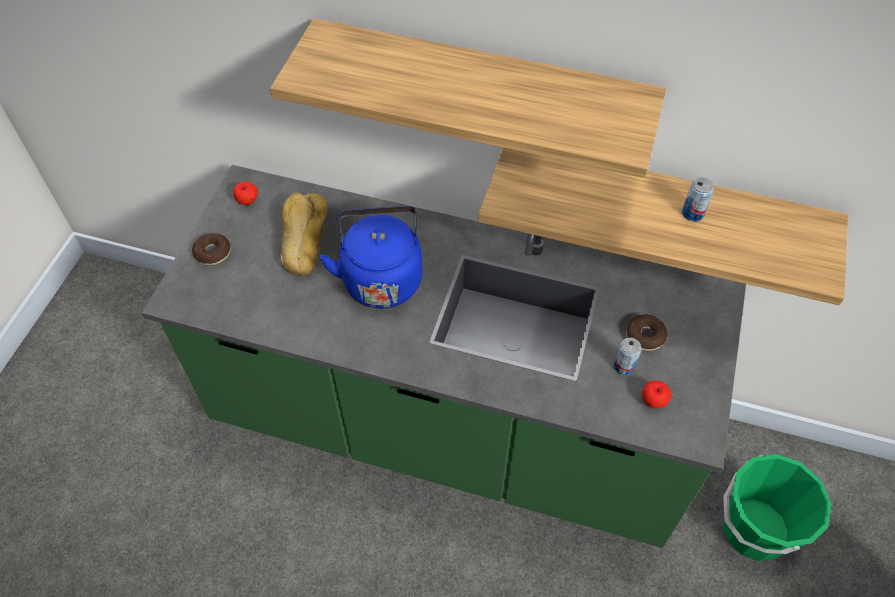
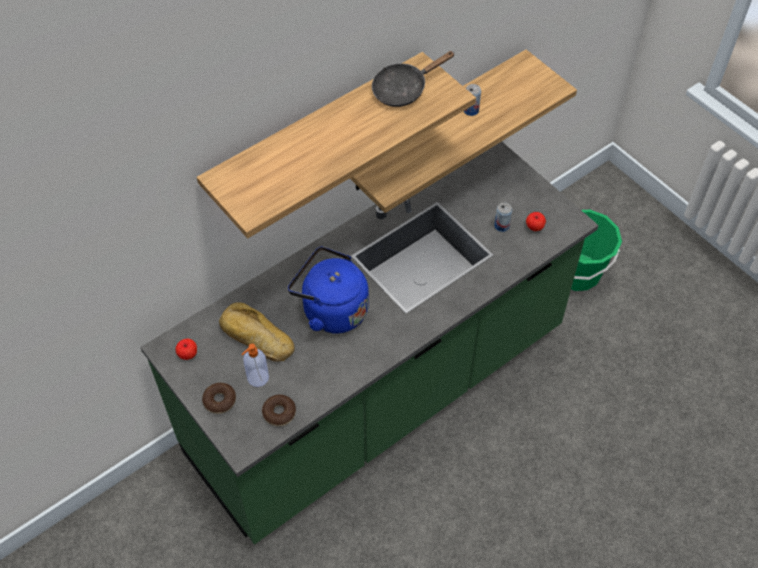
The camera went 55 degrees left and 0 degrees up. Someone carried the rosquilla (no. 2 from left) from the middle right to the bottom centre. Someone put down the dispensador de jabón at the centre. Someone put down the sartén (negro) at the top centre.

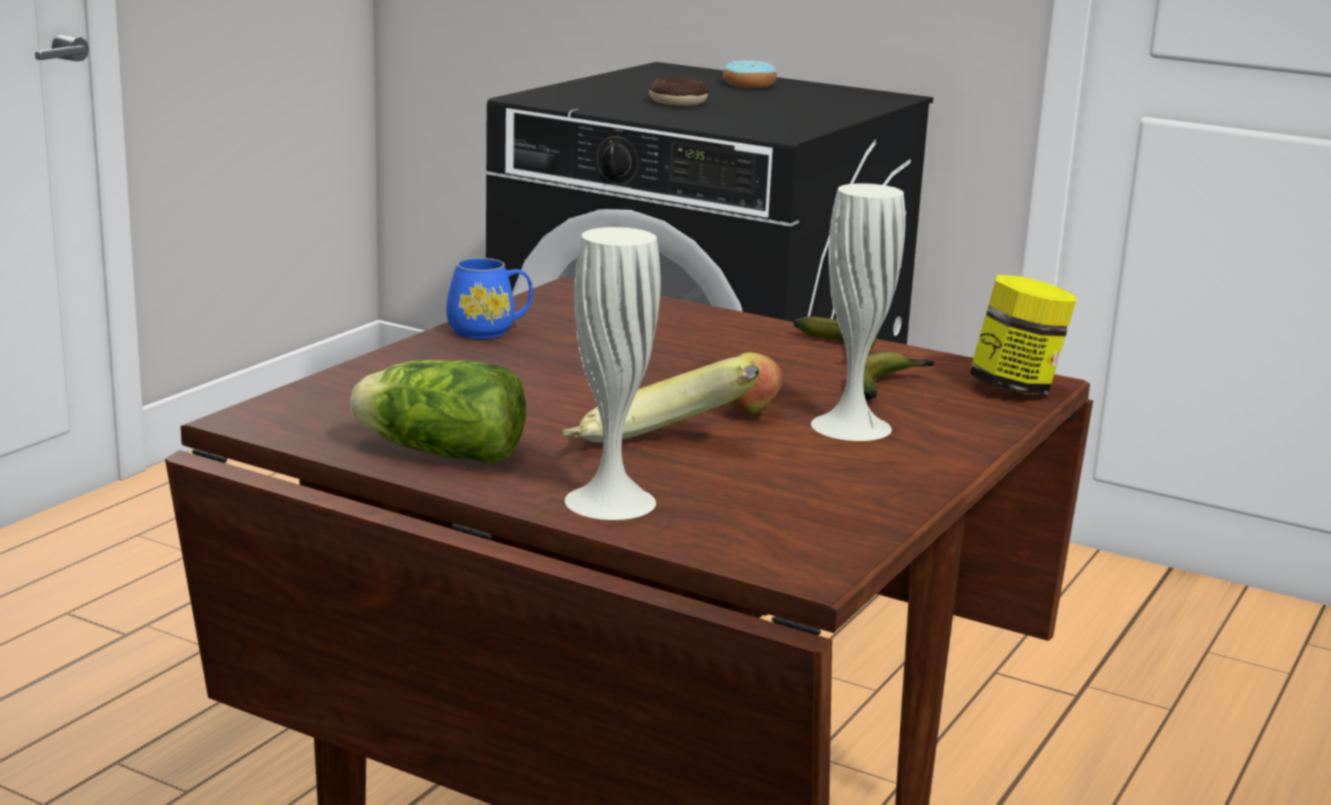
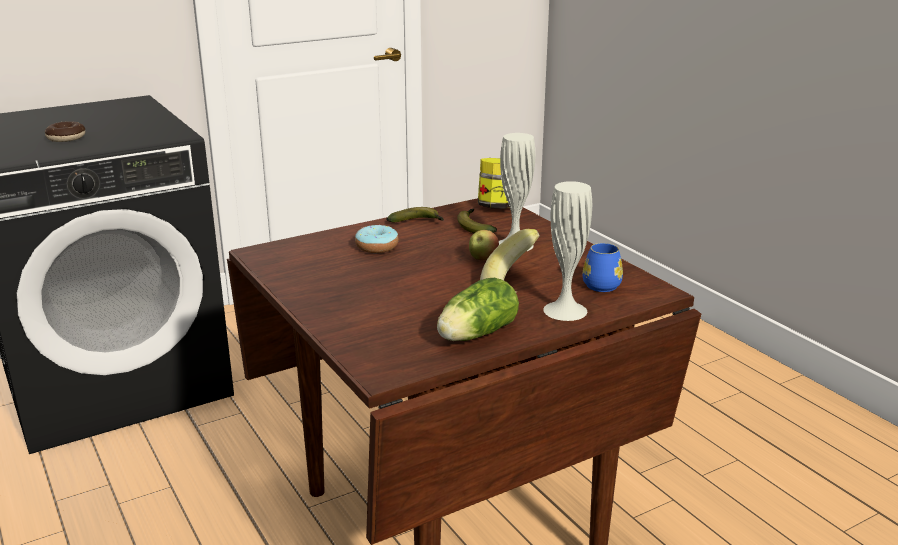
The camera went 60 degrees left and 5 degrees up. Someone carried the taza grande (azul) from the centre to the middle right. Someone carried the rosquilla (no. 2 from left) from the top centre to the centre.

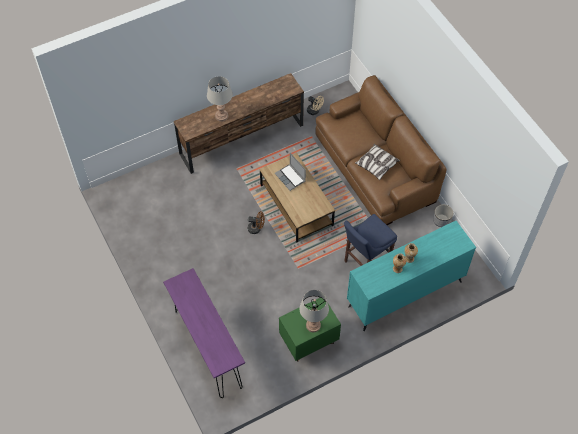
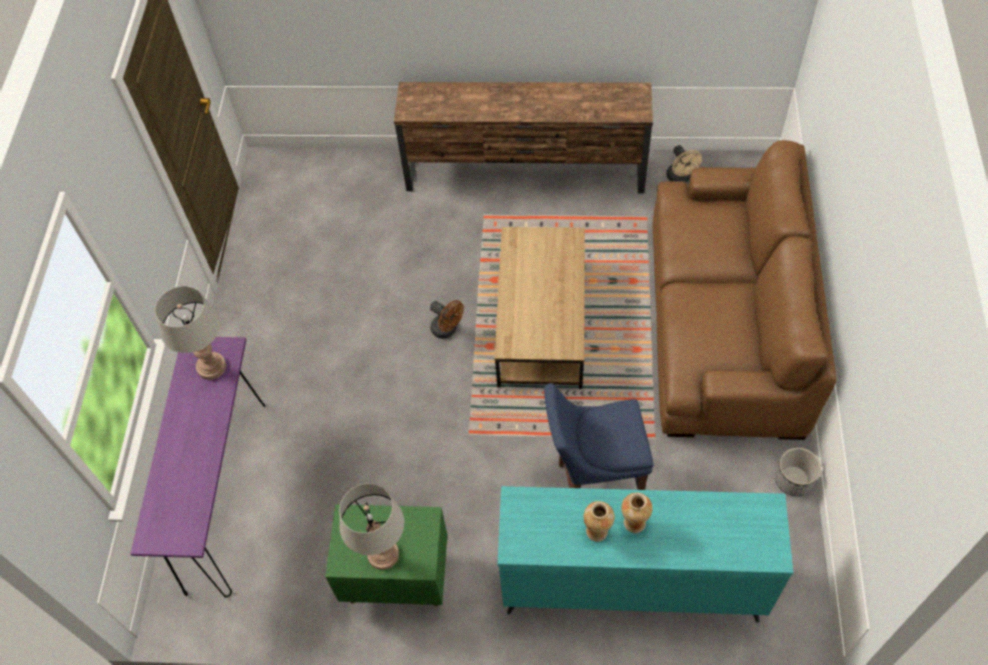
The camera went 35 degrees right and 0 degrees up. Someone carried the lámpara de mesa (gris) (no. 1 from left) from the top centre to the middle left. Someone took away the portátil at the centre. Someone took away the cojín at the centre.

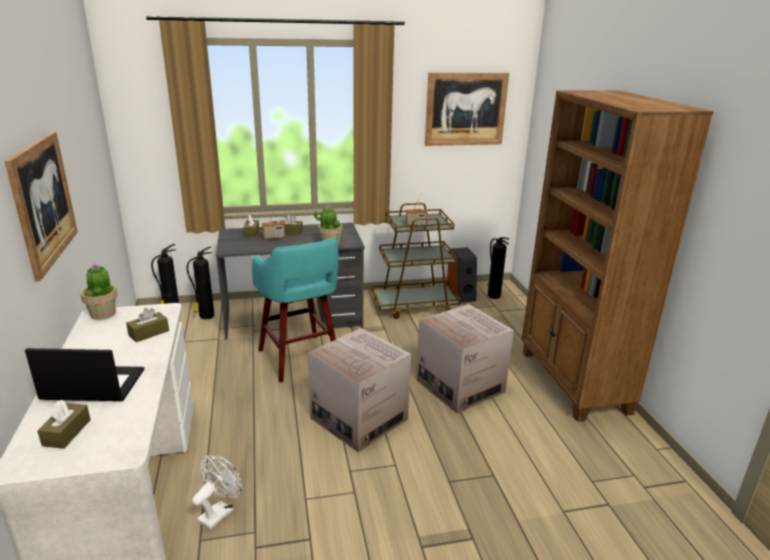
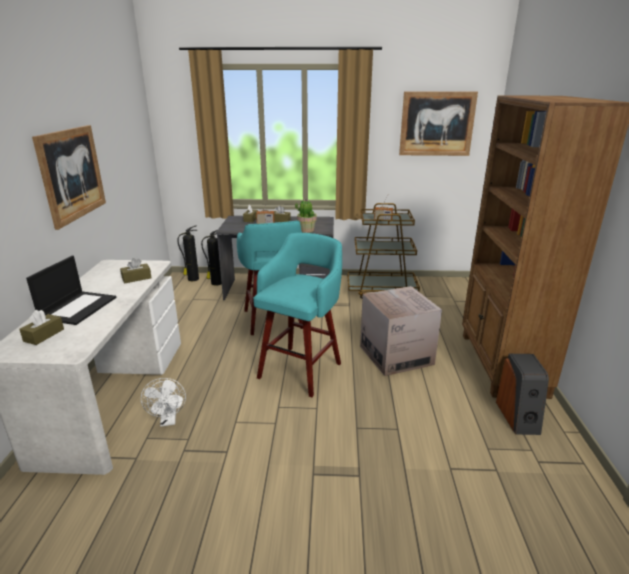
The camera went 15 degrees right and 0 degrees up. Someone rotated the portátil at the bottom left by 90 degrees clockwise. Someone took away the planta en maceta (no. 1 from left) at the middle left. Someone rotated the ventilador (blanco) at the bottom left by 120 degrees clockwise. Someone swapped the caja de cartón (no. 1 from left) at the bottom centre for the taburete (turquesa) (no. 2 from left) at the centre. Someone carried the altavoz from the centre to the bottom right. Someone took away the extintor (no. 3 from left) at the centre.

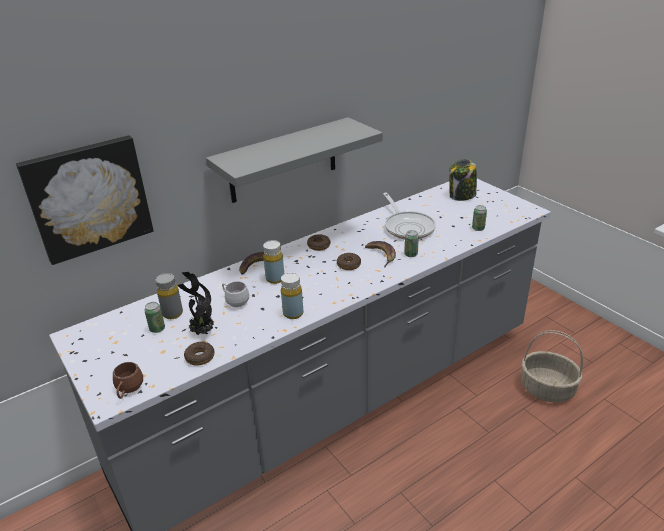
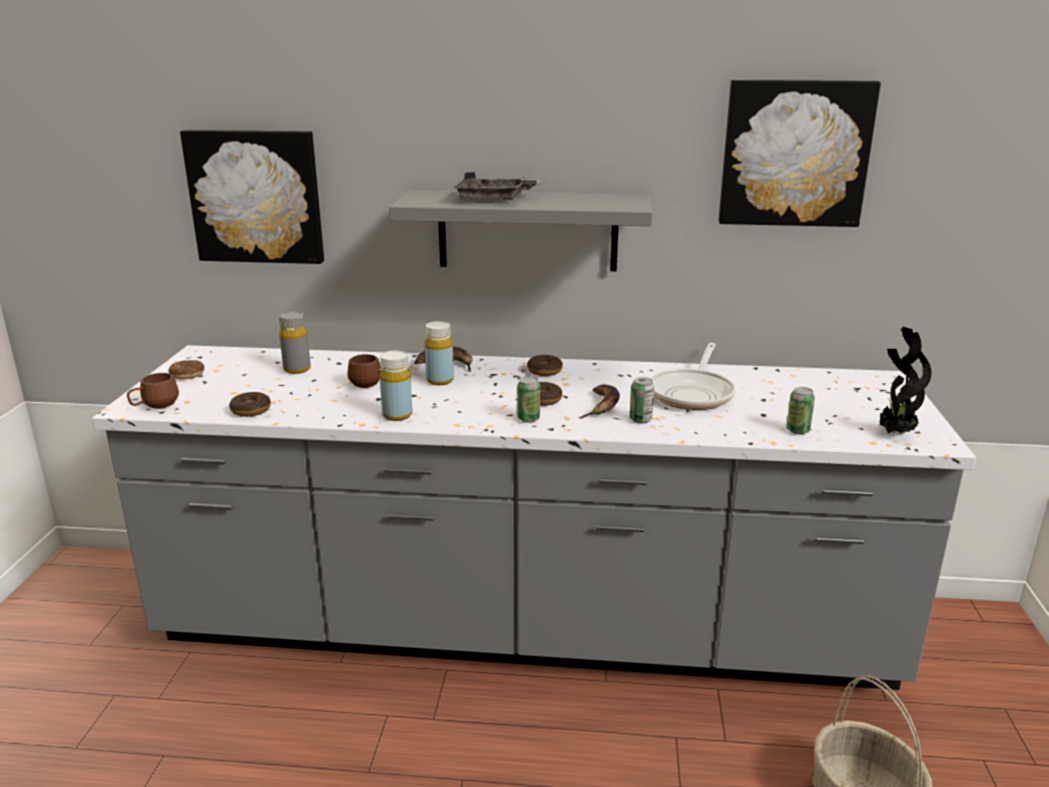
The camera went 40 degrees right and 10 degrees down. Someone carried the lata (no. 1 from left) from the middle left to the centre. Someone carried the planta en maceta from the middle left to the middle right. Someone repainted the taza grande (blanco) at the centre, which became the taza grande (marrón) (no. 2 from left) at the centre. Someone took away the tarro at the middle right. Someone put down the rosquilla (no. 1 from left) at the middle left. Someone put down the bandeja (gris) at the top centre. Someone put up the cuadro (no. 2 from left) at the top right.

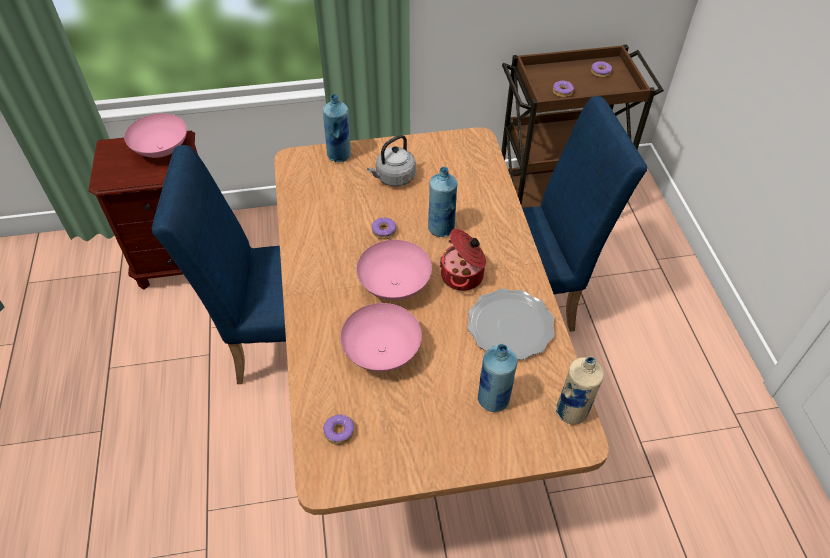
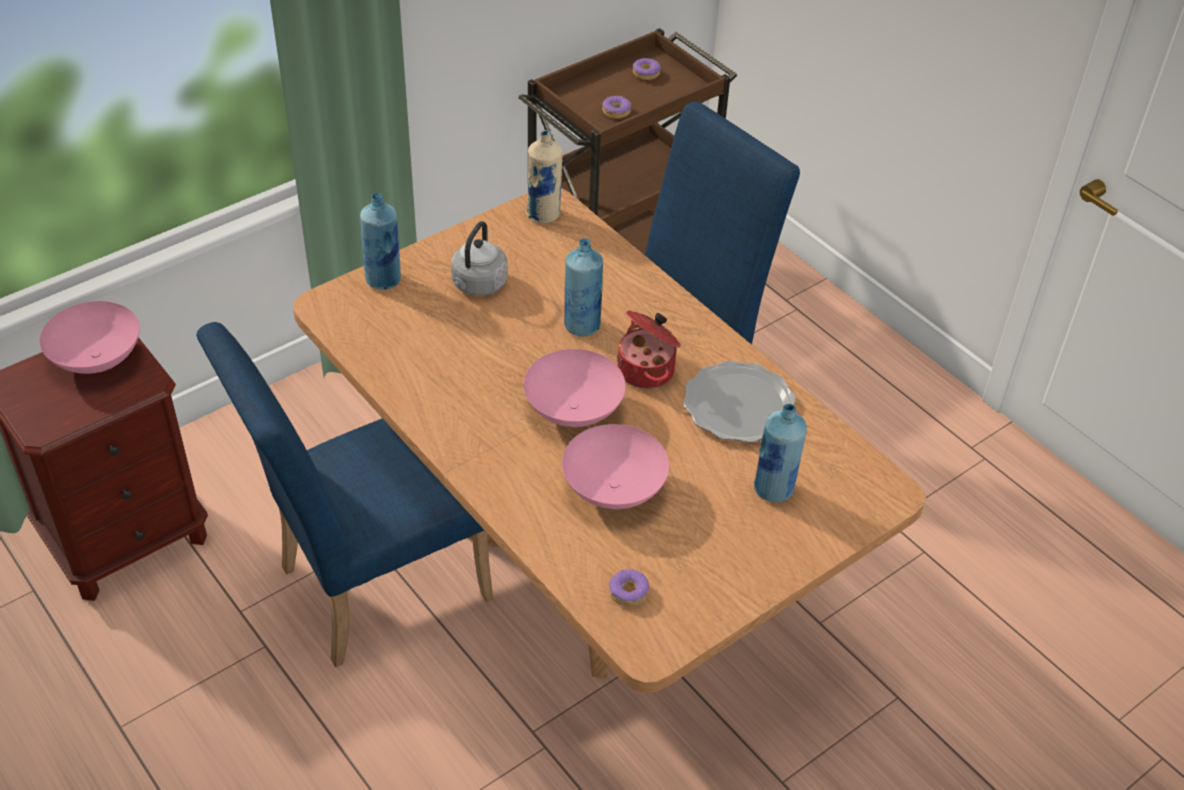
The camera went 30 degrees left and 5 degrees down. Someone took away the rosquilla (no. 2 from left) at the centre. Someone carried the botella (beis) from the bottom right to the top centre.

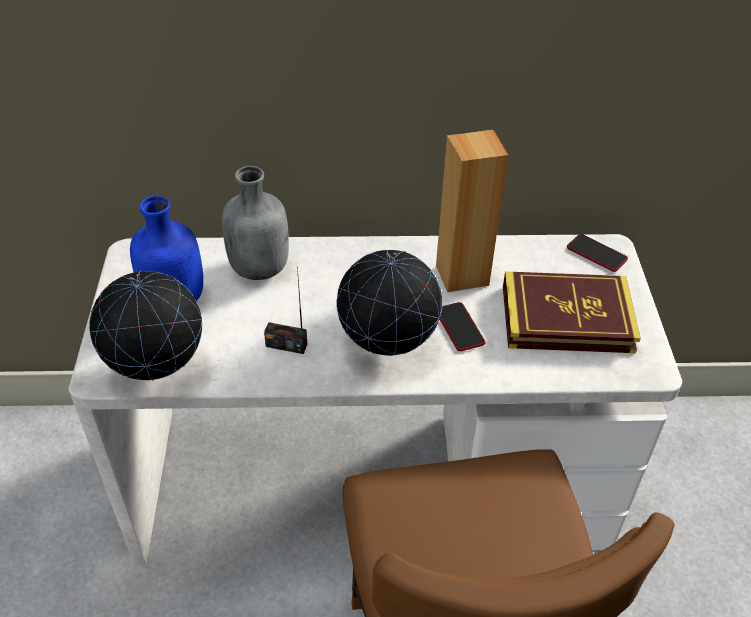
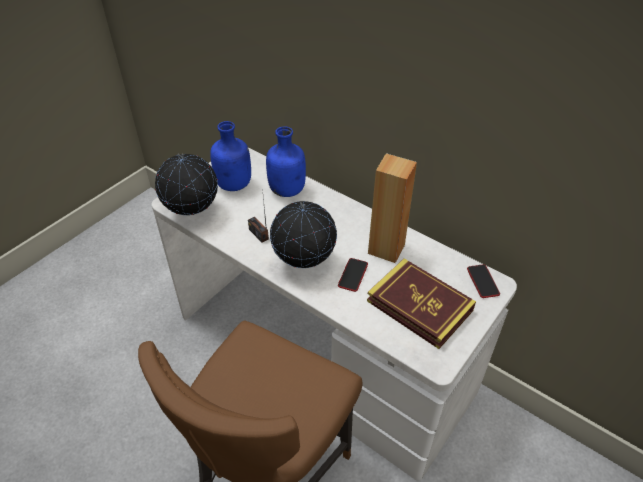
The camera went 40 degrees right and 0 degrees up. Someone repainted the botella (gris) at the centre, which became the botella (azul) (no. 2 from left) at the centre.

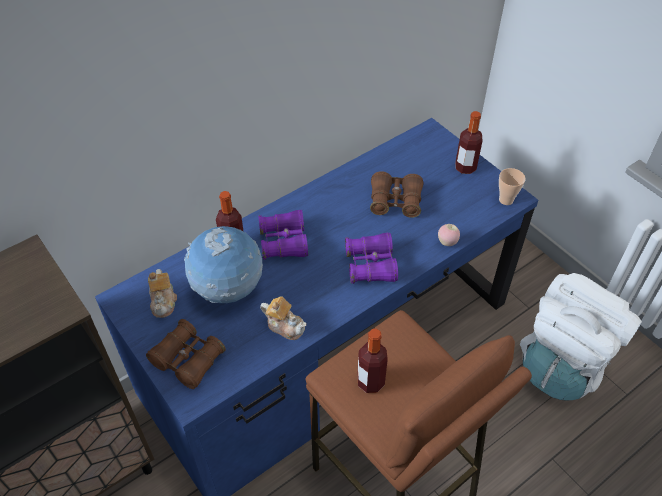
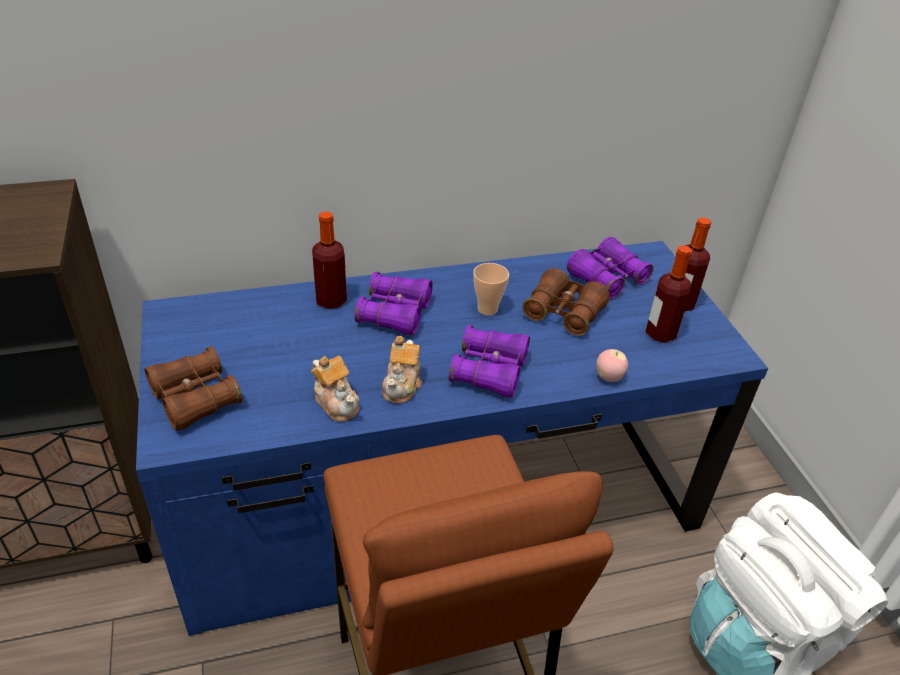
The camera went 20 degrees right and 10 degrees down. Someone carried the tetera (no. 1 from left in the first image) from the middle left to the centre. Someone took away the globo terráqueo at the centre. Someone carried the botella (no. 2 from left) from the bottom centre to the middle right. Someone carried the taza from the middle right to the centre. Someone put down the prismáticos (morado) (no. 3 from left) at the middle right.

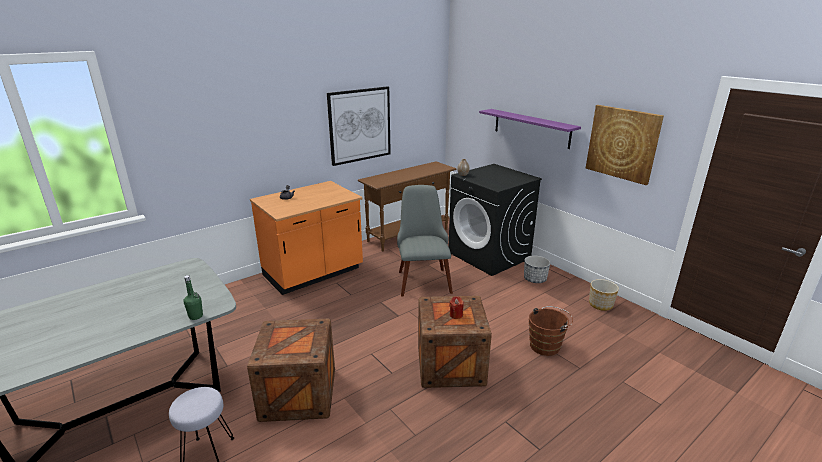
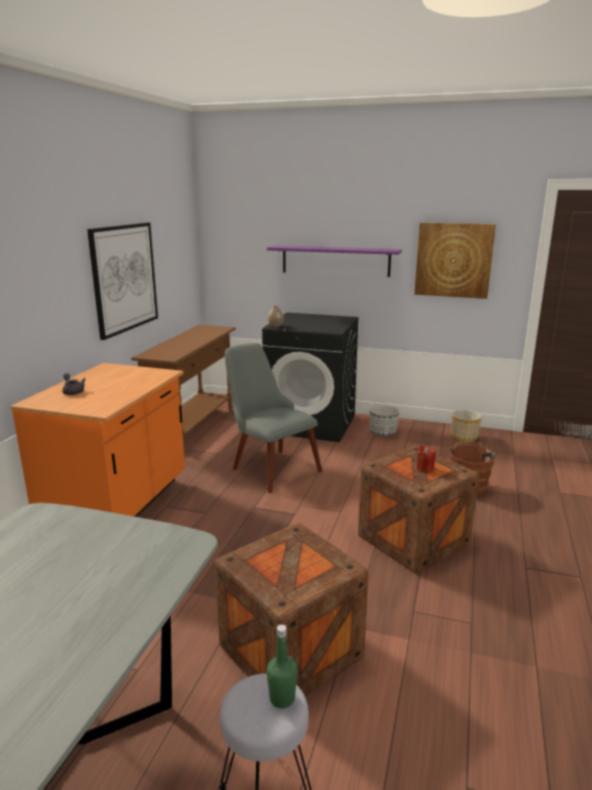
The camera went 35 degrees left and 5 degrees down. Someone carried the botella (verde) from the middle left to the bottom centre.

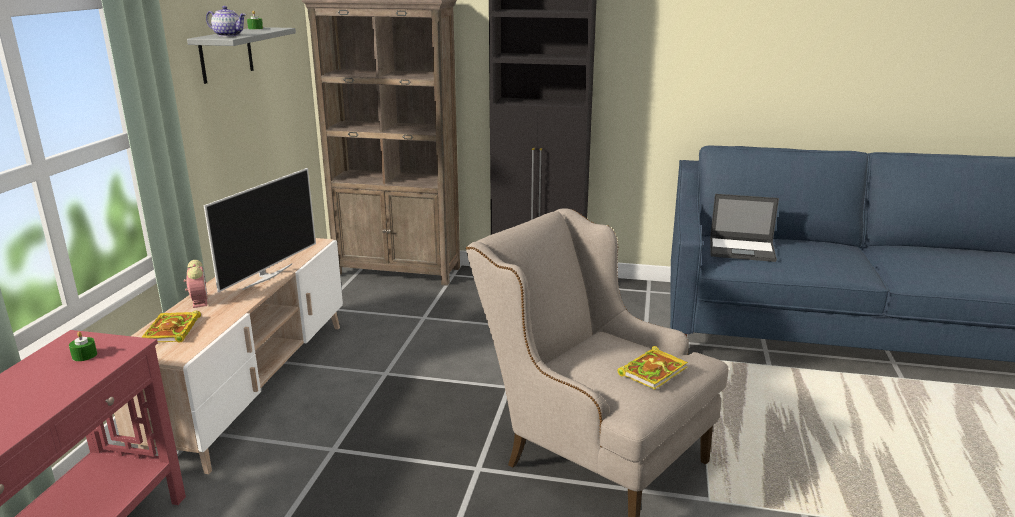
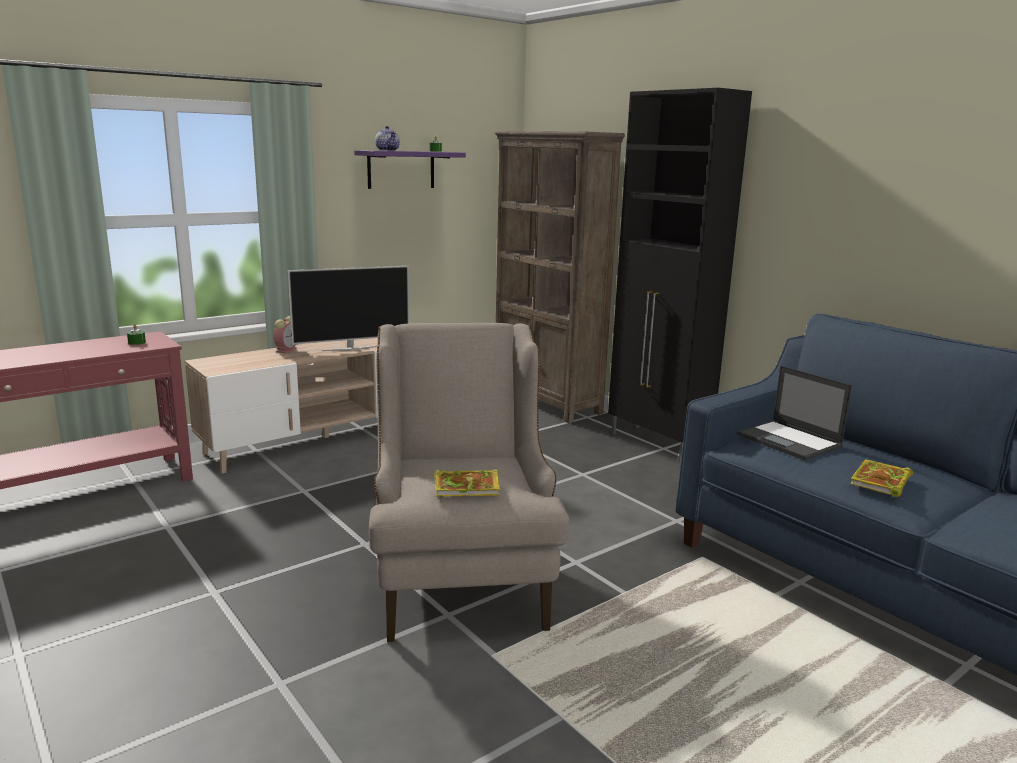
The camera went 40 degrees right and 5 degrees down. Someone carried the libro (no. 1 from left in the first image) from the middle left to the middle right. Someone repainted the estante (gris) at the top left, which became the estante (morado) at the top centre.

